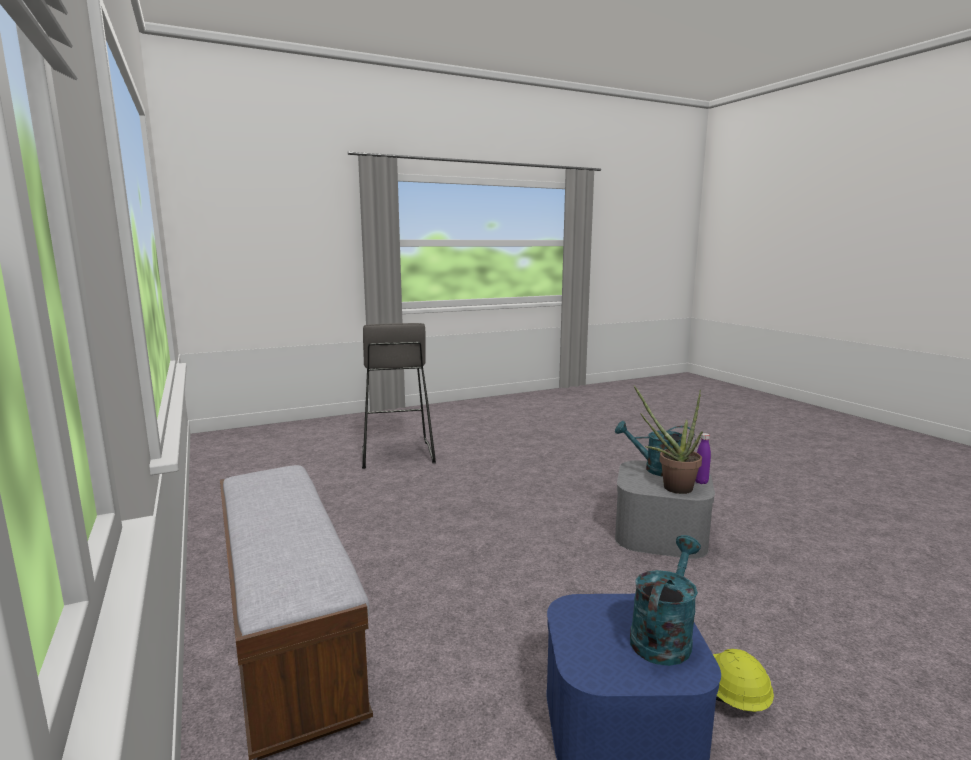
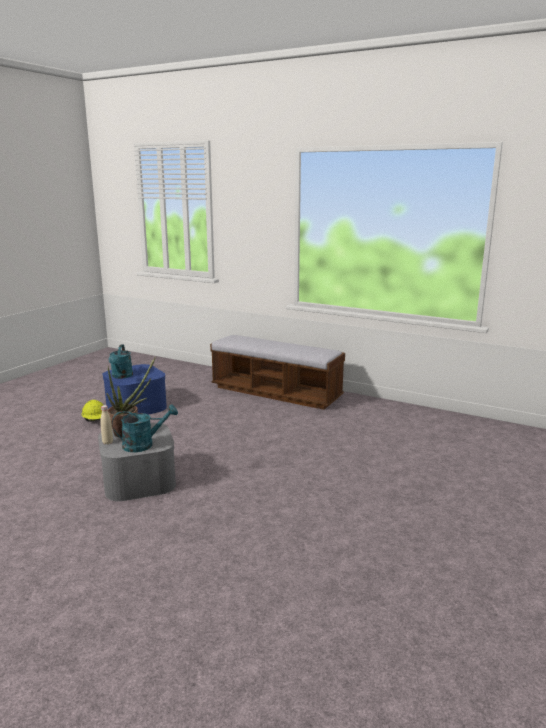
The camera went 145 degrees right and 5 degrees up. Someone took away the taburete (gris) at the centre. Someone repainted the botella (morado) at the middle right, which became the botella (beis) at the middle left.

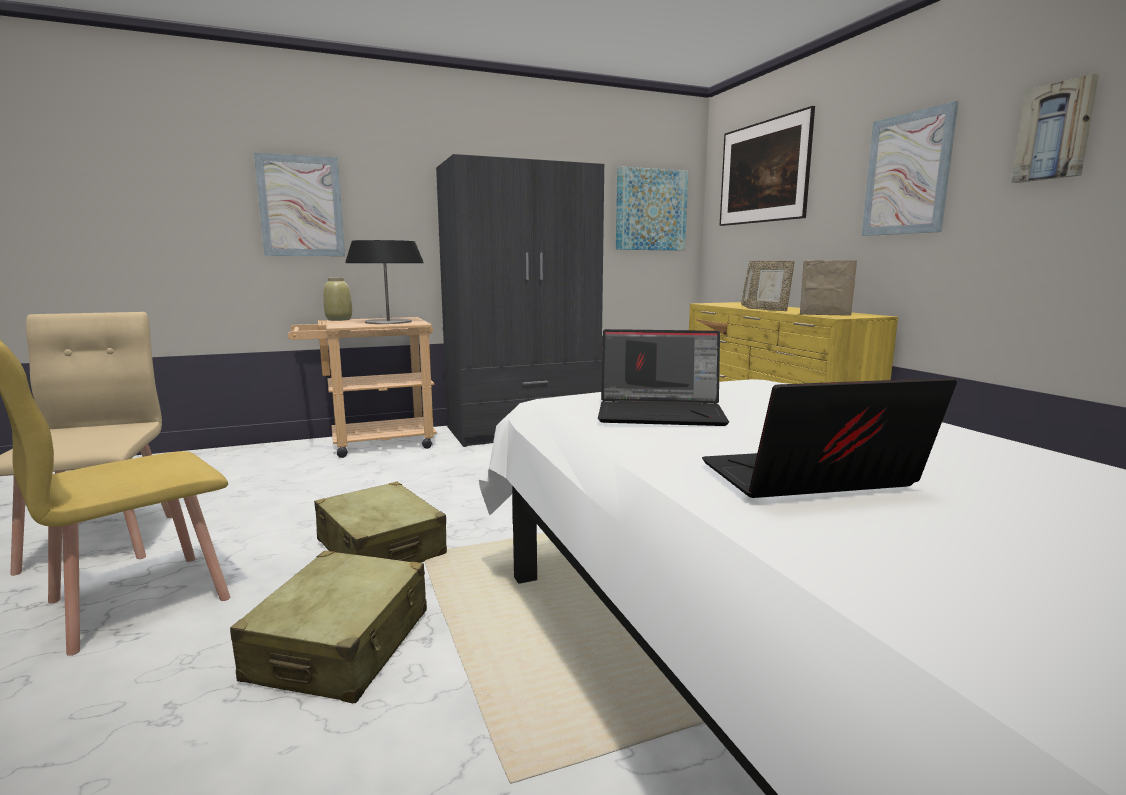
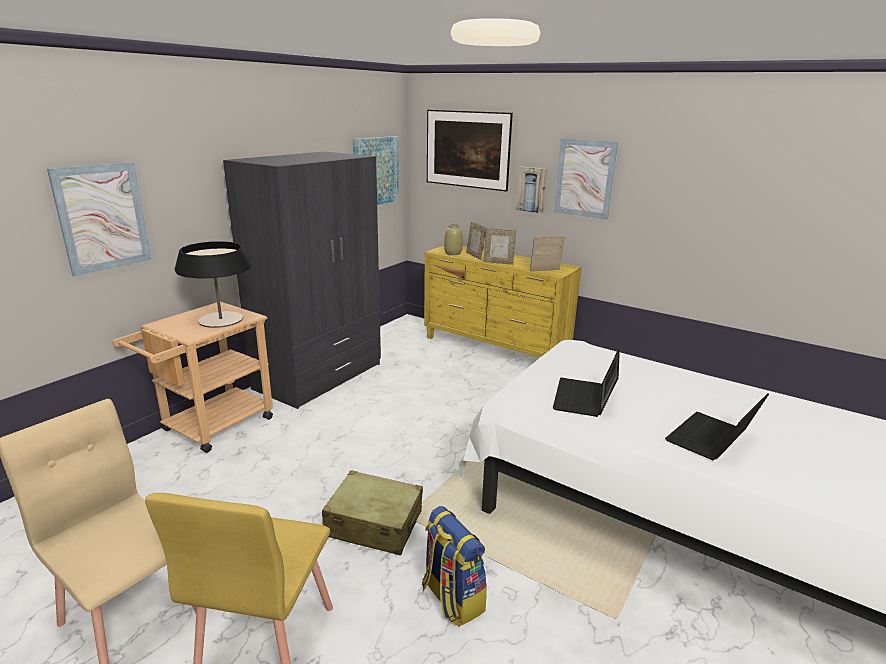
The camera went 35 degrees left and 10 degrees up. Someone swapped the maleta (beis) (no. 1 from left) at the bottom left for the mochila at the bottom centre. Someone carried the florero (beis) from the middle left to the centre. Someone rotated the portátil (no. 1 from left) at the centre by 135 degrees clockwise. Someone carried the cuadro (no. 5 from left in the first image) from the top right to the top centre.

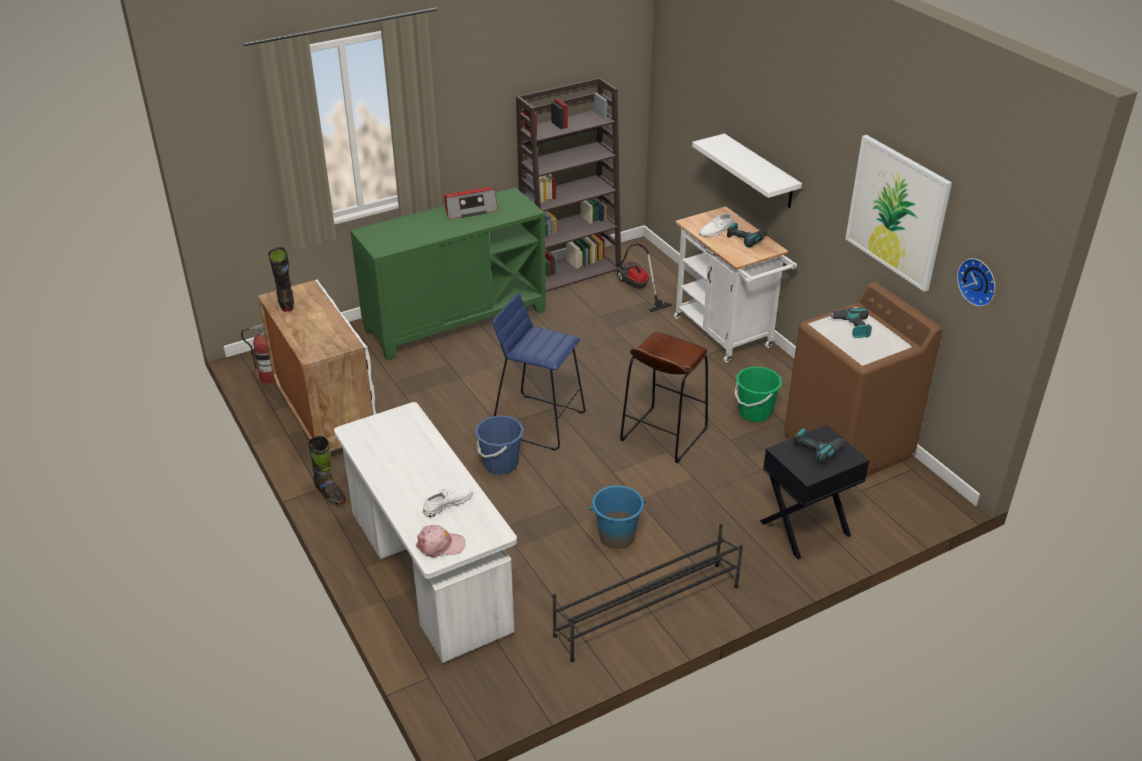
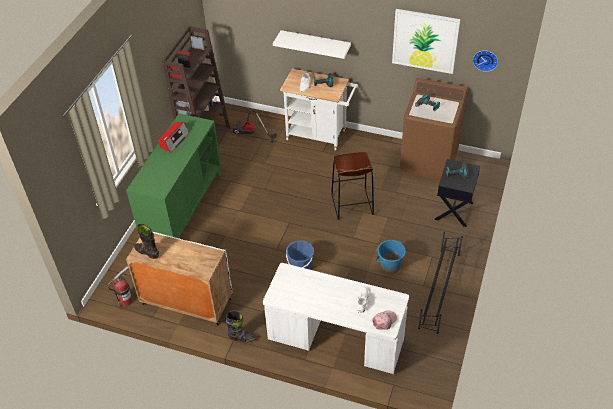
The camera went 40 degrees left and 10 degrees up. Someone took away the taburete (azul) at the centre. Someone took away the cubo (verde) at the centre.

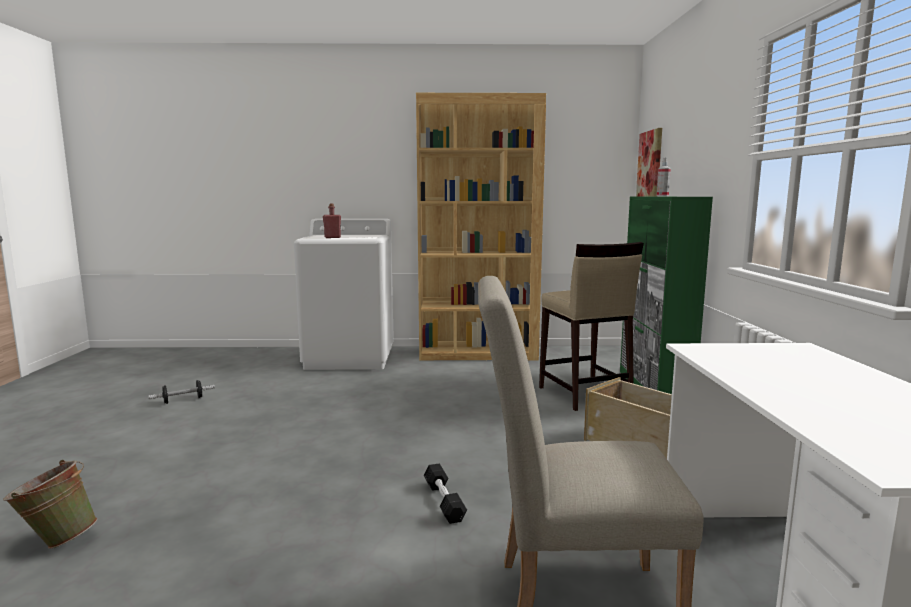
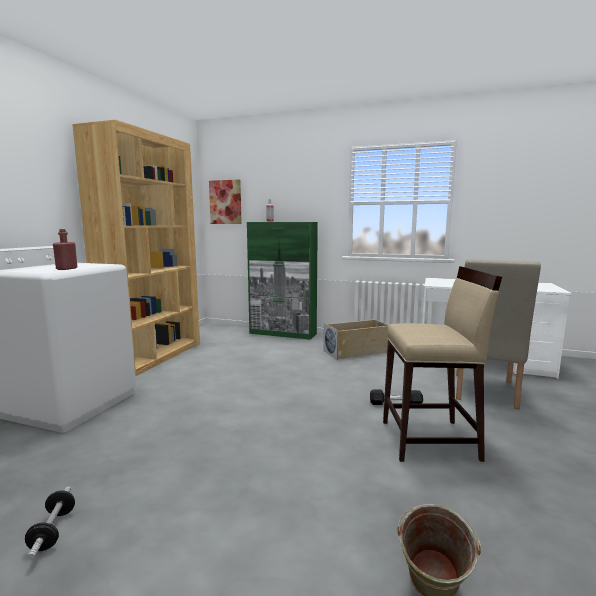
The camera went 70 degrees left and 0 degrees up. Someone carried the taburete (beis) from the centre to the middle right.

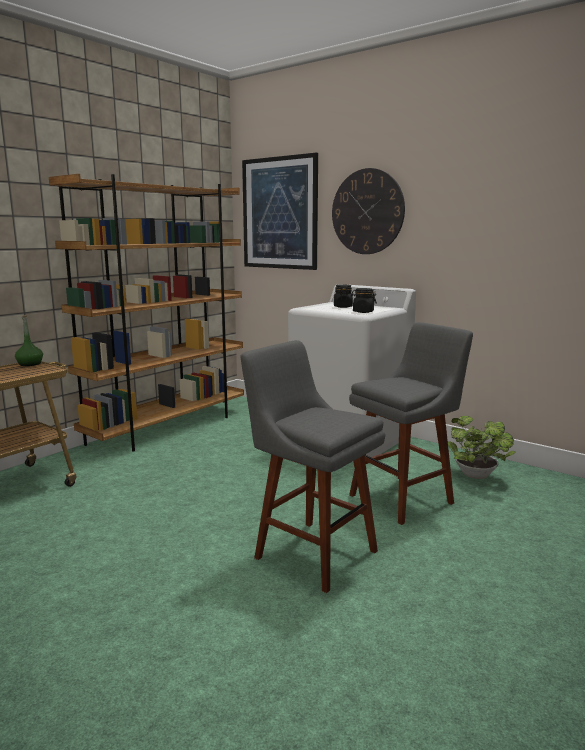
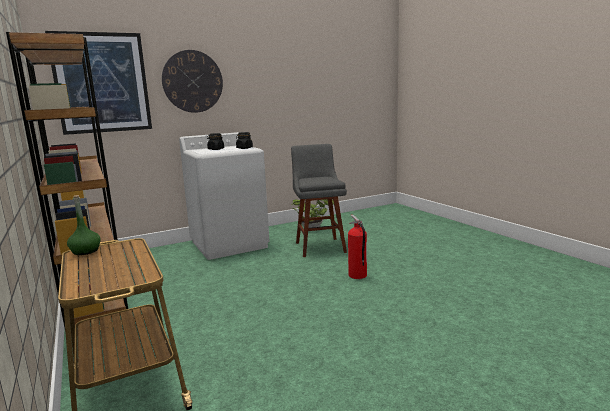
The camera went 65 degrees left and 0 degrees up. Someone swapped the taburete (gris) (no. 1 from left) at the centre for the extintor at the centre.

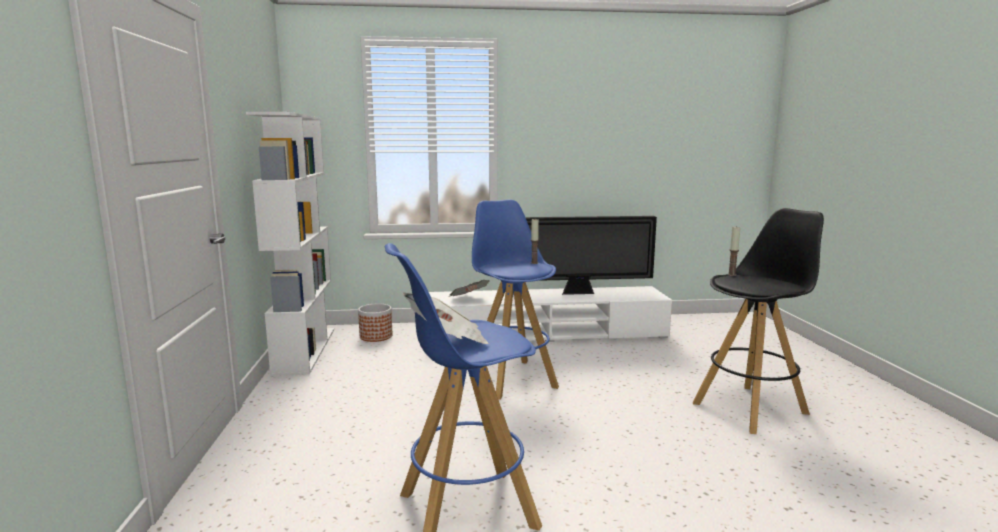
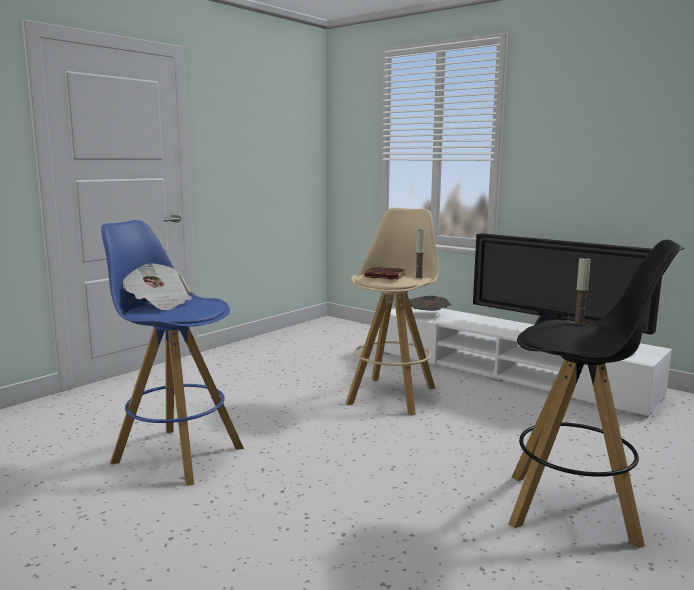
The camera went 45 degrees right and 0 degrees up. Someone took away the estantería (blanco) at the middle left. Someone took away the maceta at the centre. Someone repainted the taburete (azul) (no. 2 from left) at the centre, which became the taburete (beis) at the centre. Someone put down the libro (marrón) at the centre.

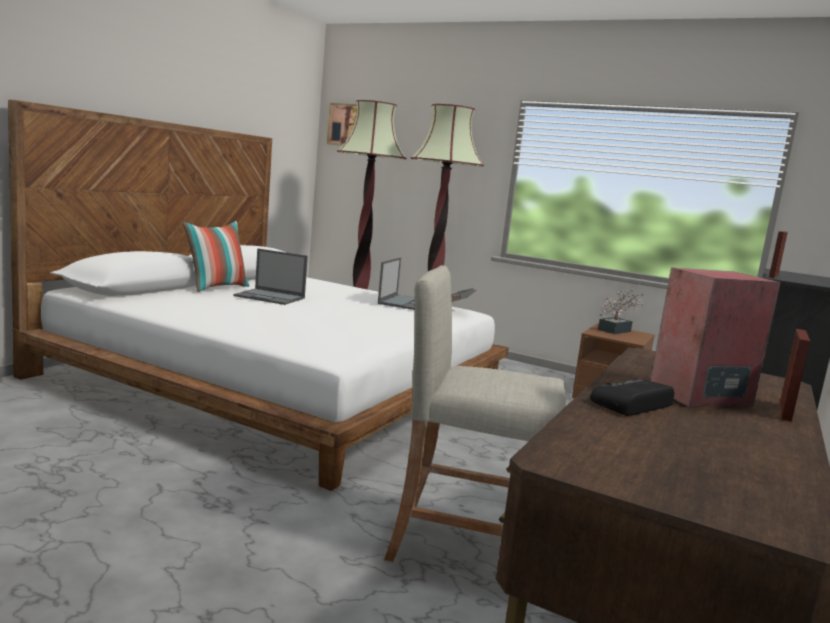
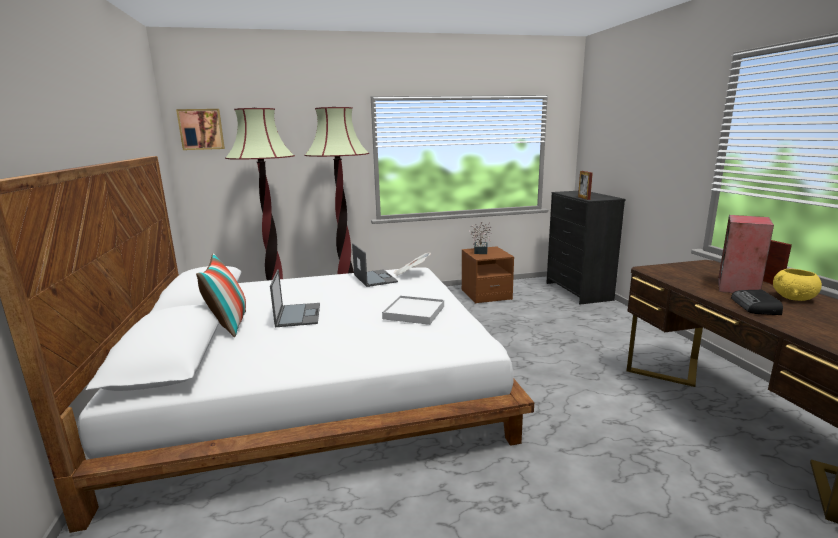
The camera went 40 degrees left and 5 degrees up. Someone rotated the portátil (no. 1 from left) at the middle left by 75 degrees counterclockwise. Someone took away the taburete (beis) at the centre. Someone put down the bandeja (blanco) at the centre. Someone put down the cuenco (amarillo) at the middle right.

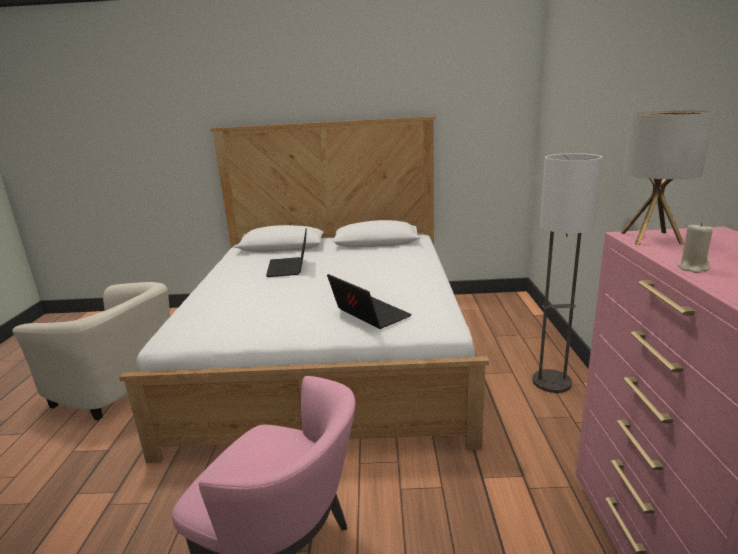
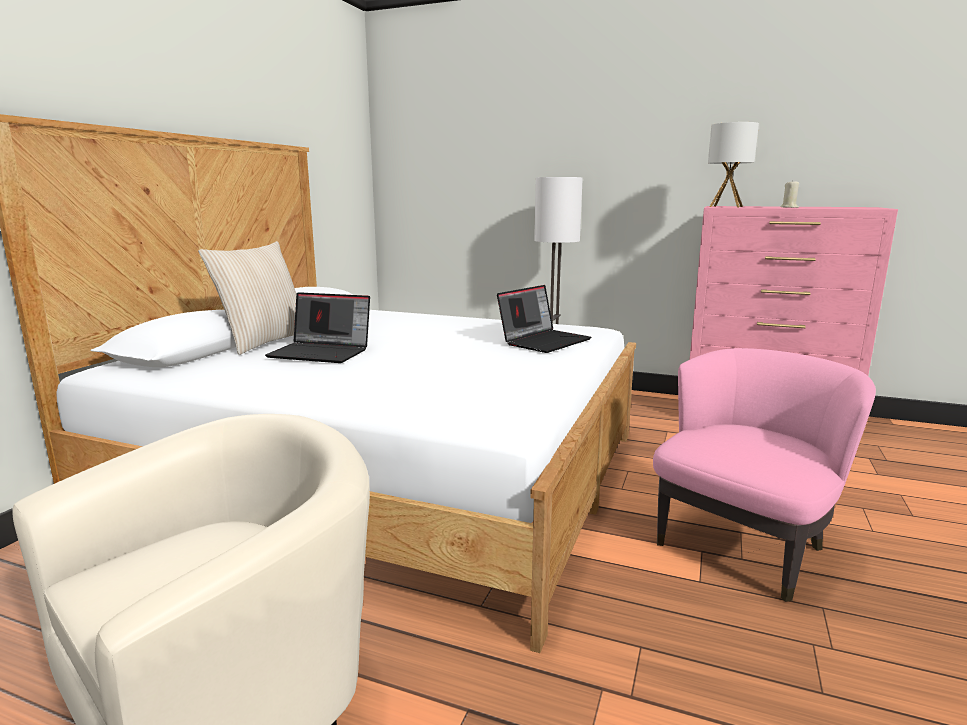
The camera went 70 degrees left and 5 degrees down. Someone rotated the portátil (no. 2 from left) at the centre by 150 degrees clockwise. Someone put down the cojín (beis) at the middle left.

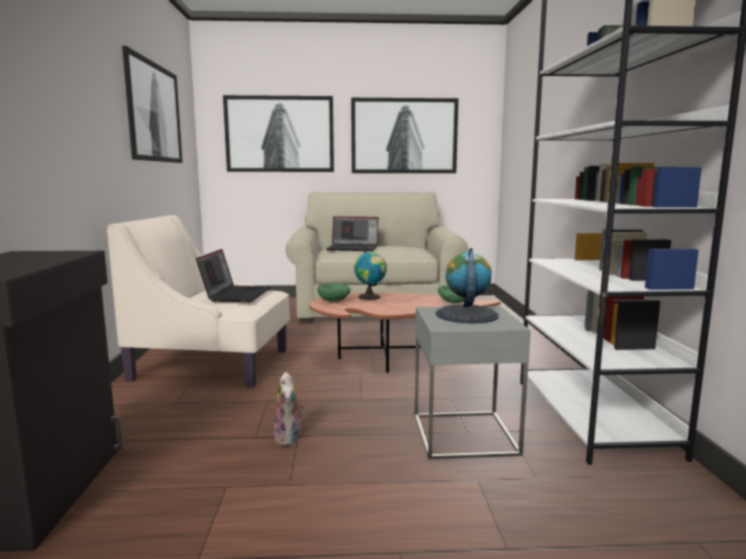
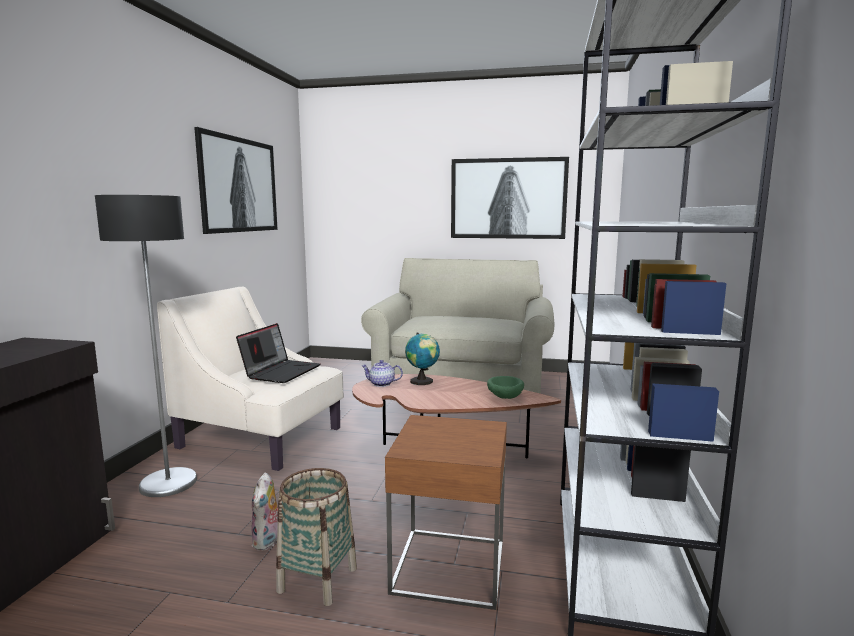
The camera went 15 degrees right and 0 degrees up. Someone took away the cuadro (no. 2 from left) at the top centre. Someone swapped the cuenco (verde) (no. 1 from left) at the centre for the tetera at the centre. Someone took away the portátil (no. 2 from left) at the centre. Someone repainted the mesa auxiliar (gris) at the bottom centre, which became the mesa auxiliar (marrón) at the bottom centre. Someone took away the globo terráqueo (no. 2 from left) at the centre. Someone put down the lámpara de pie at the middle left. Someone put down the cesta at the bottom centre.

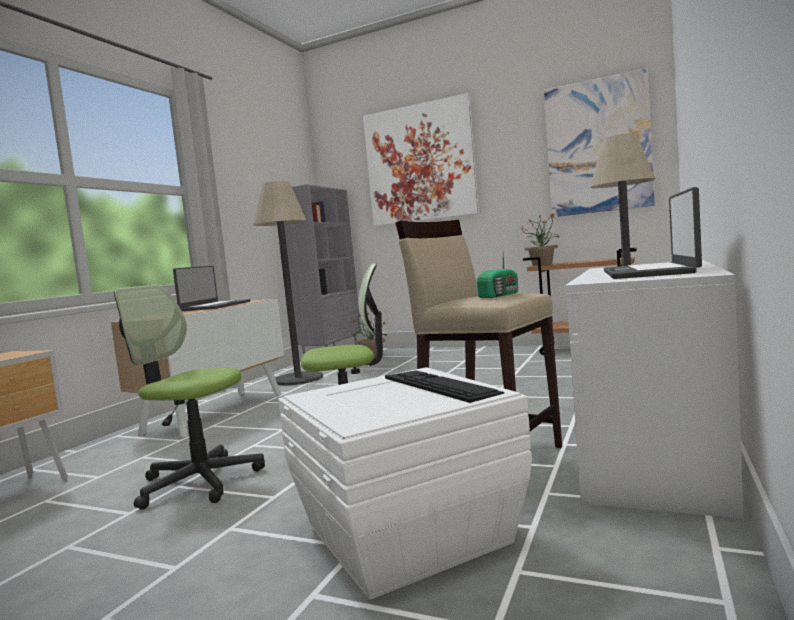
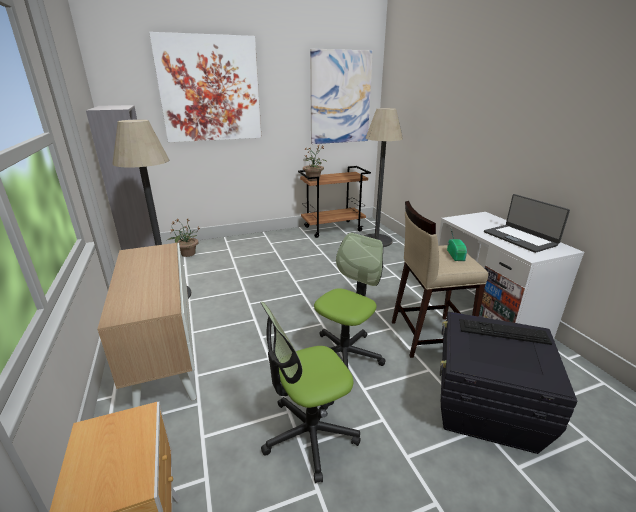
The camera went 45 degrees left and 20 degrees up. Someone took away the portátil (no. 1 from left) at the middle left. Someone repainted the caja de almacenaje (blanco) at the bottom centre, which became the caja de almacenaje (negro) at the bottom right.

